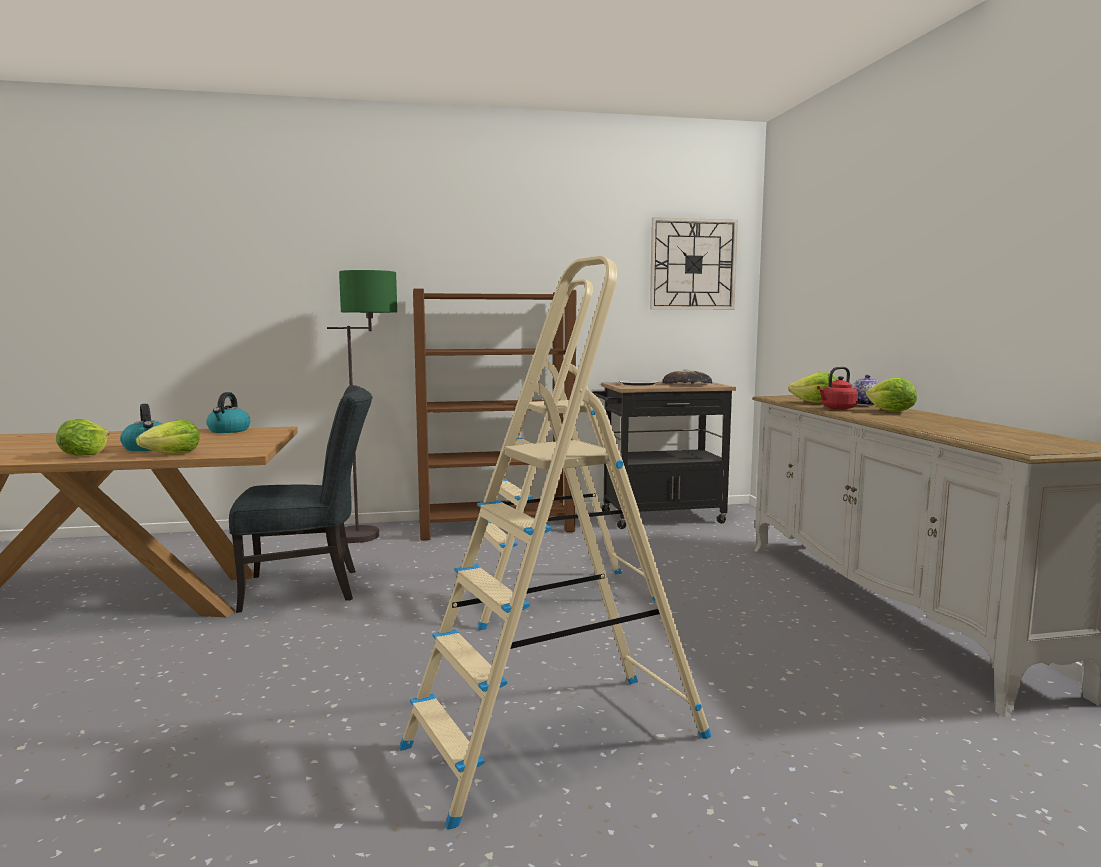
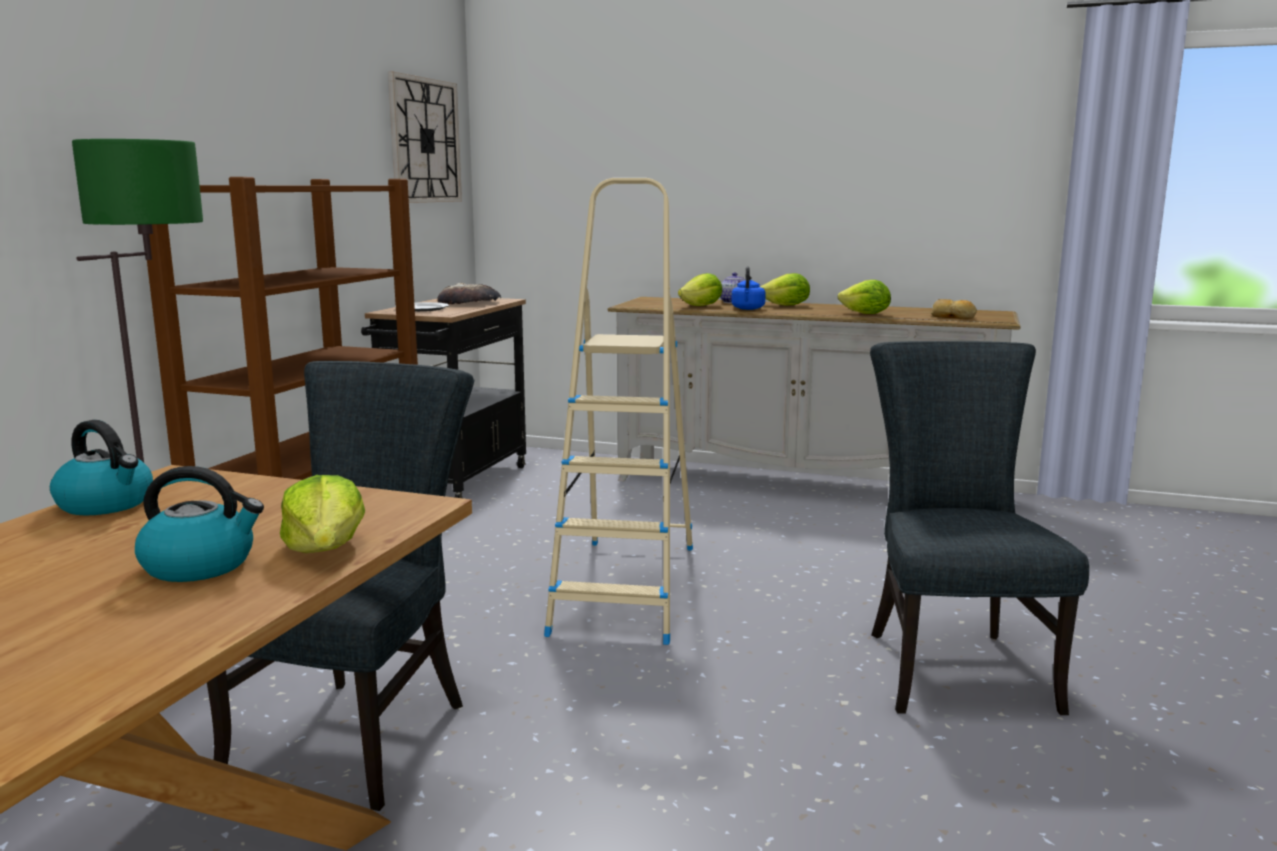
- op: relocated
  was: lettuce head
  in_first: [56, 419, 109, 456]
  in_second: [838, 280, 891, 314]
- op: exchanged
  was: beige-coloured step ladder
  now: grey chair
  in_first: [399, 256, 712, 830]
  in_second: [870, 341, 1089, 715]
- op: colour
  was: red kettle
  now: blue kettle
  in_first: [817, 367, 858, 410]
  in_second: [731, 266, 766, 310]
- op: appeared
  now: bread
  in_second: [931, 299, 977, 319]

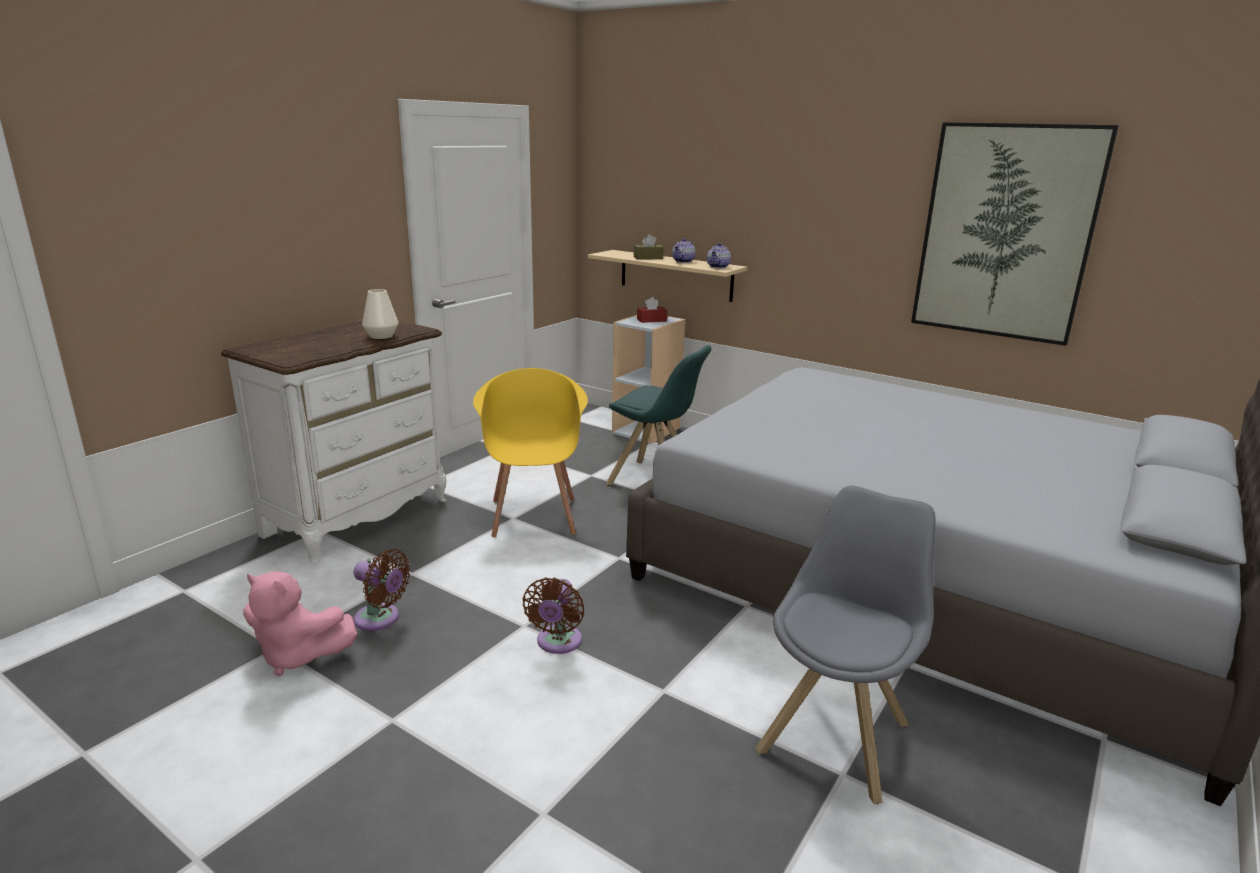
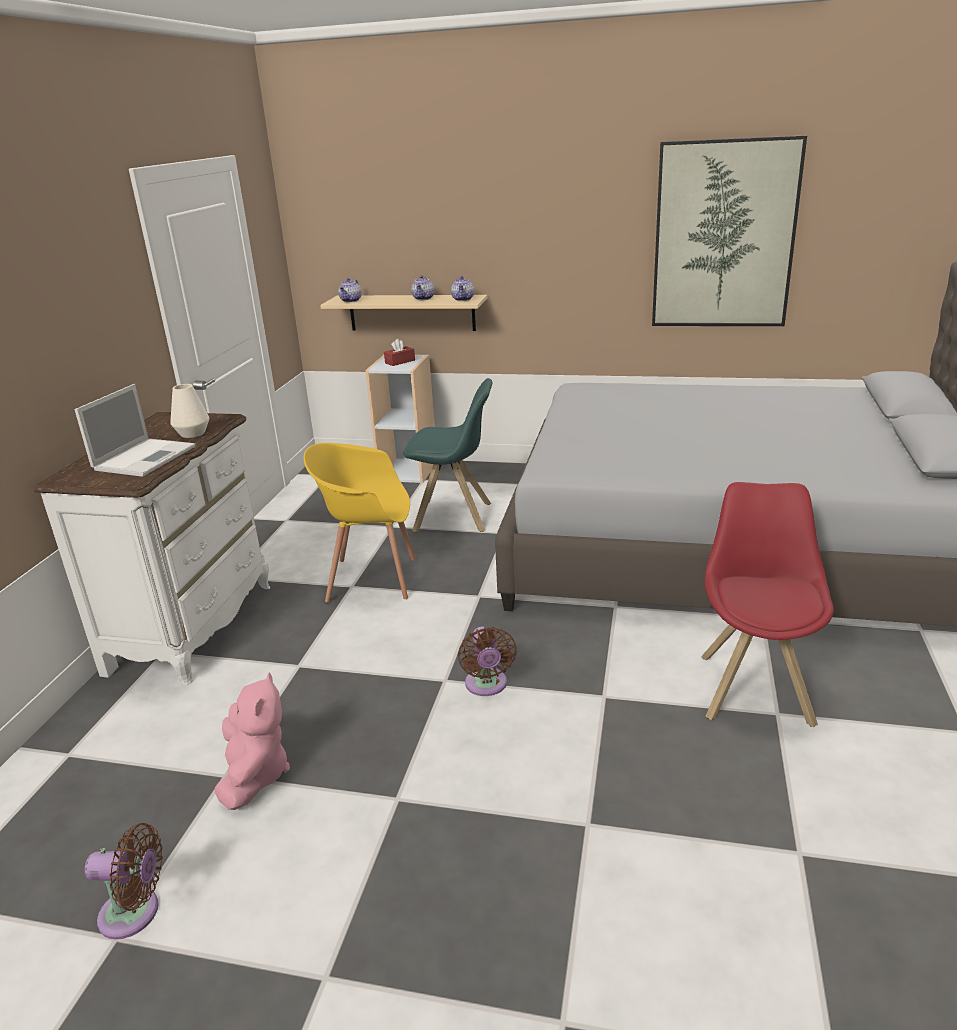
- op: spun
  was: pinkish cuddly toy
  in_first: [243, 571, 357, 676]
  in_second: [215, 672, 290, 810]
  clockwise: -90
- op: relocated
  was: brownish fan
  in_first: [353, 549, 411, 631]
  in_second: [85, 823, 163, 939]
- op: spun
  was: yellow chair
  in_first: [473, 368, 588, 538]
  in_second: [304, 443, 416, 603]
  clockwise: -60
- op: missing
  was: brownish box of tissues
  in_first: [634, 234, 664, 259]
- op: colour
  was: grey chair
  now: red chair
  in_first: [756, 485, 936, 804]
  in_second: [701, 482, 834, 727]
- op: appeared
  now: portable computer
  in_second: [75, 384, 195, 477]
- op: appeared
  now: pot for tea
  in_second: [338, 278, 362, 303]

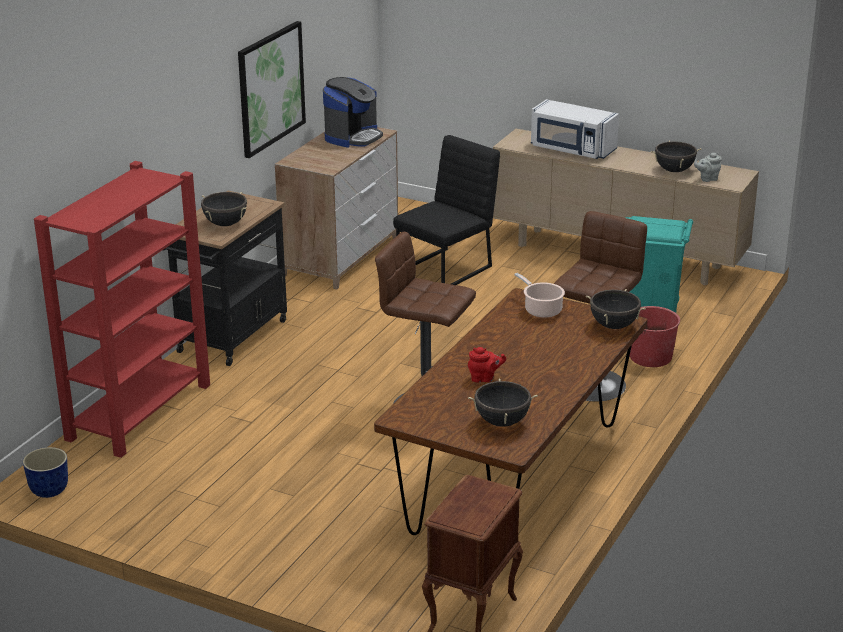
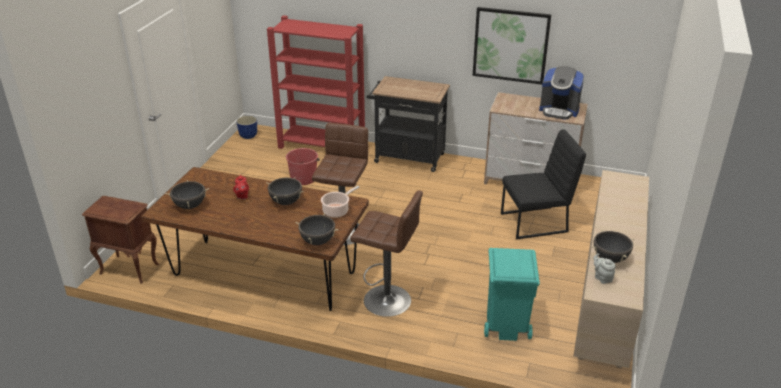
- op: relocated
  was: blackish stockpot
  in_first: [201, 192, 247, 226]
  in_second: [267, 177, 304, 205]
- op: spun
  was: blackish chair
  in_first: [393, 135, 500, 285]
  in_second: [501, 130, 586, 239]
  clockwise: -45
- op: missing
  was: white kitchen microwave
  in_first: [531, 99, 619, 159]
- op: relocated
  was: red pail
  in_first: [630, 306, 680, 367]
  in_second: [286, 148, 320, 185]

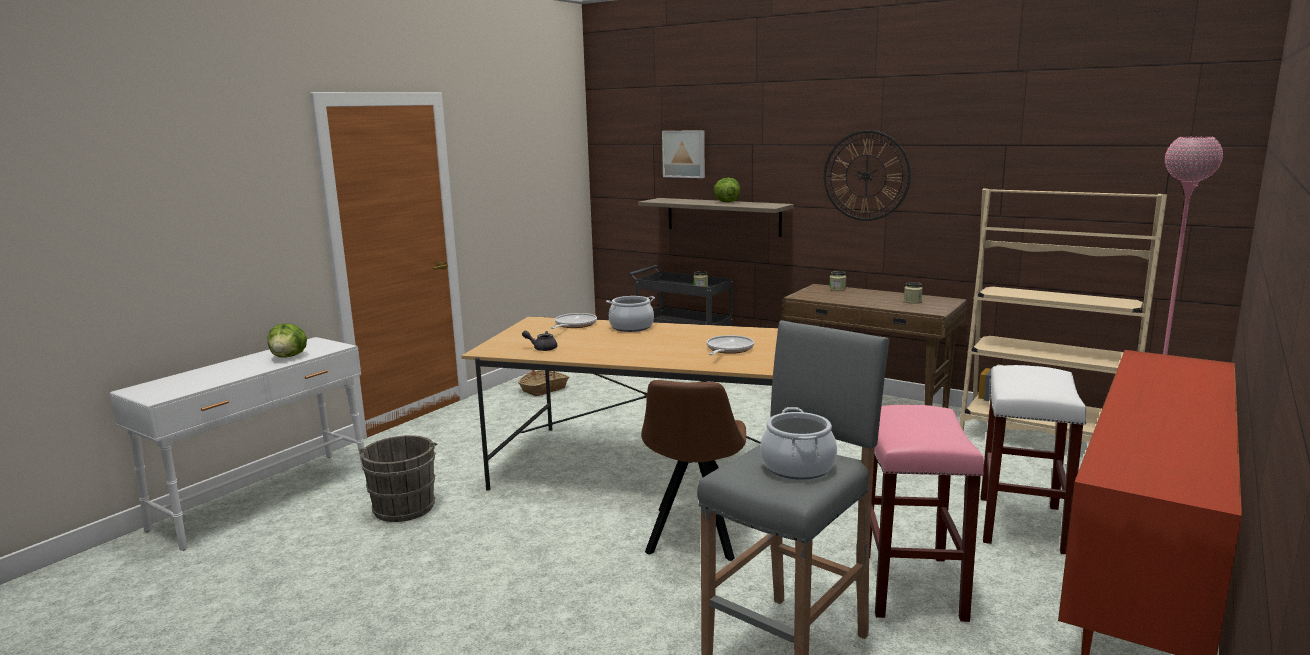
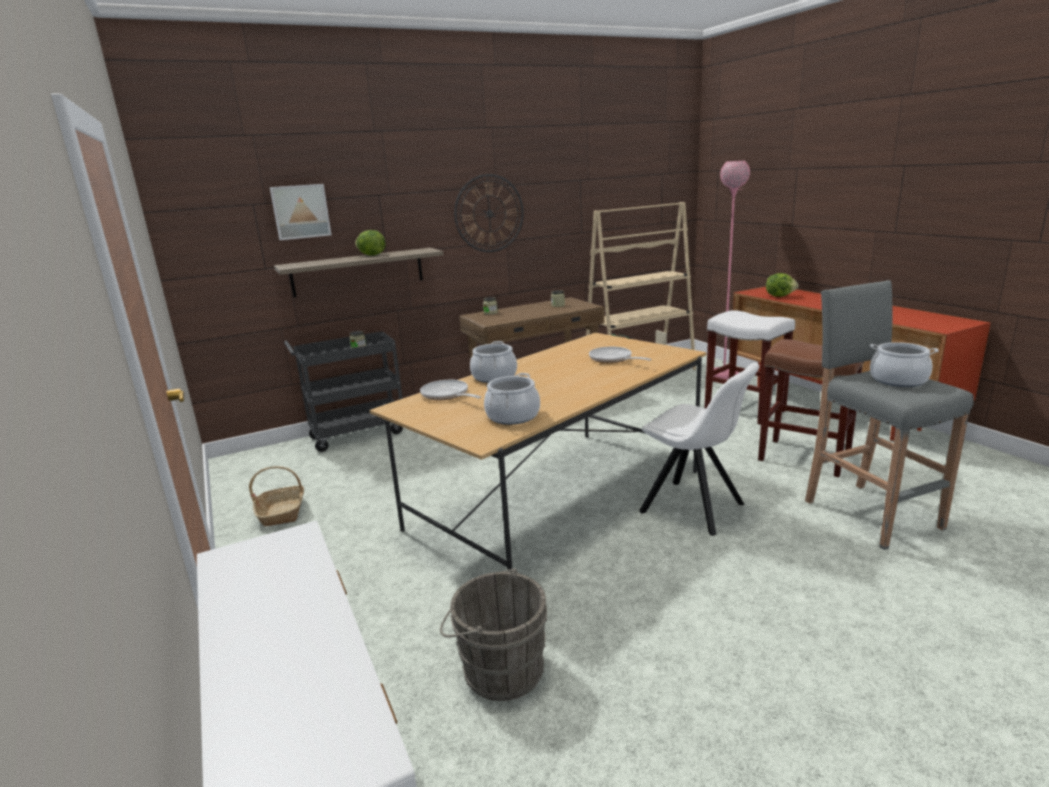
- op: relocated
  was: lettuce head
  in_first: [268, 323, 307, 358]
  in_second: [766, 273, 798, 297]
- op: exchanged
  was: grey pot for tea
  now: stockpot
  in_first: [522, 330, 557, 351]
  in_second: [484, 373, 540, 425]
- op: colour
  was: brownish chair
  now: white chair
  in_first: [641, 380, 746, 561]
  in_second: [639, 362, 760, 536]
- op: colour
  was: pinkish sitting stool
  now: brownish sitting stool
  in_first: [869, 405, 984, 622]
  in_second: [758, 339, 865, 477]

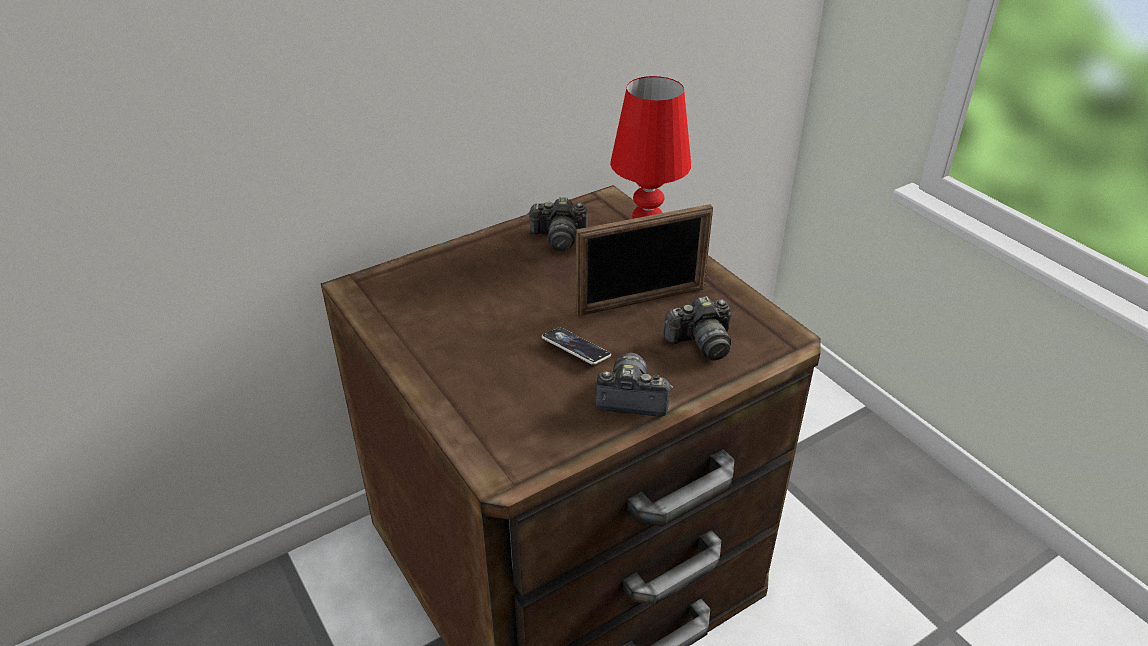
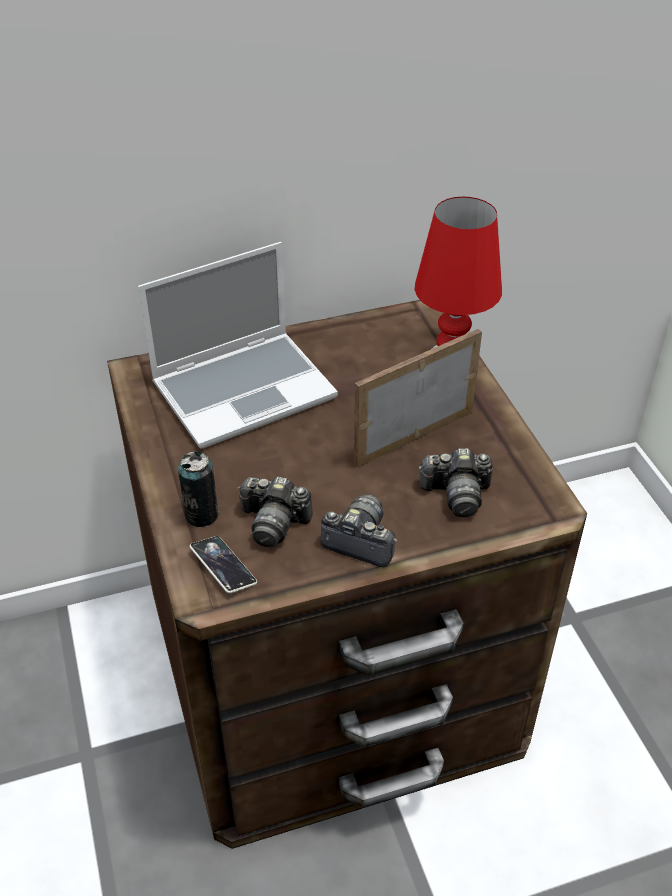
- op: relocated
  was: still camera
  in_first: [527, 197, 587, 251]
  in_second: [238, 477, 313, 548]
- op: relocated
  was: phone
  in_first: [541, 328, 611, 365]
  in_second: [190, 536, 257, 593]
- op: spun
  was: photo frame
  in_first: [576, 204, 713, 316]
  in_second: [354, 329, 482, 468]
  clockwise: 150
- op: appeared
  now: portable computer
  in_second: [138, 242, 338, 449]
- op: appeared
  now: can
  in_second: [178, 451, 219, 527]

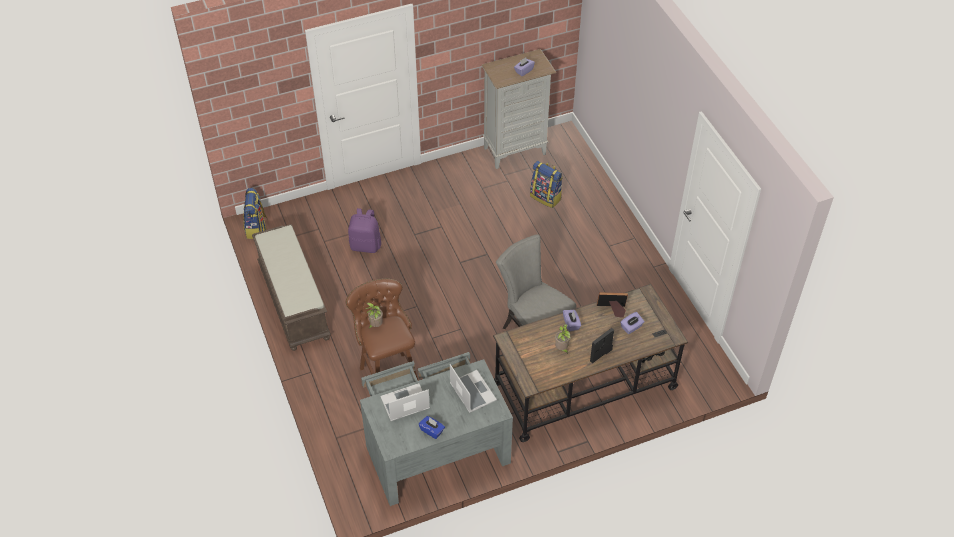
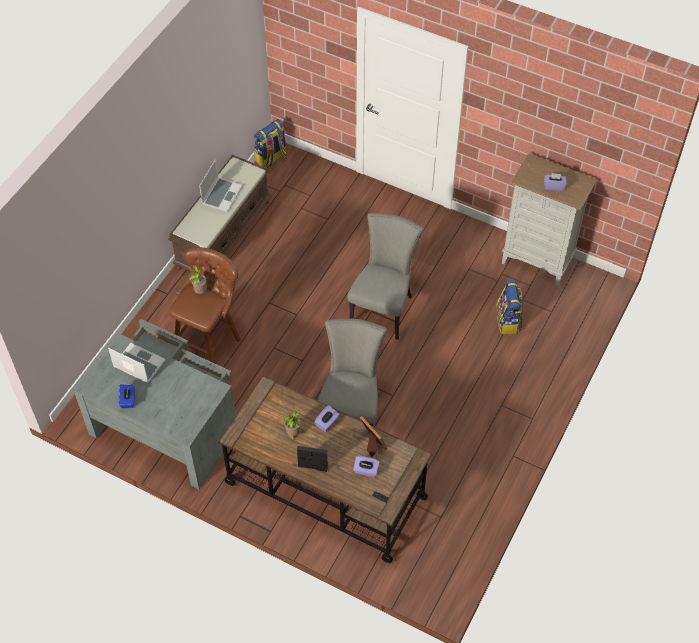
- op: missing
  was: purple-coloured rucksack
  in_first: [348, 208, 381, 253]
- op: relocated
  was: portable computer
  in_first: [450, 364, 497, 413]
  in_second: [199, 159, 242, 212]
- op: appeared
  now: grey chair
  in_second: [347, 213, 424, 340]

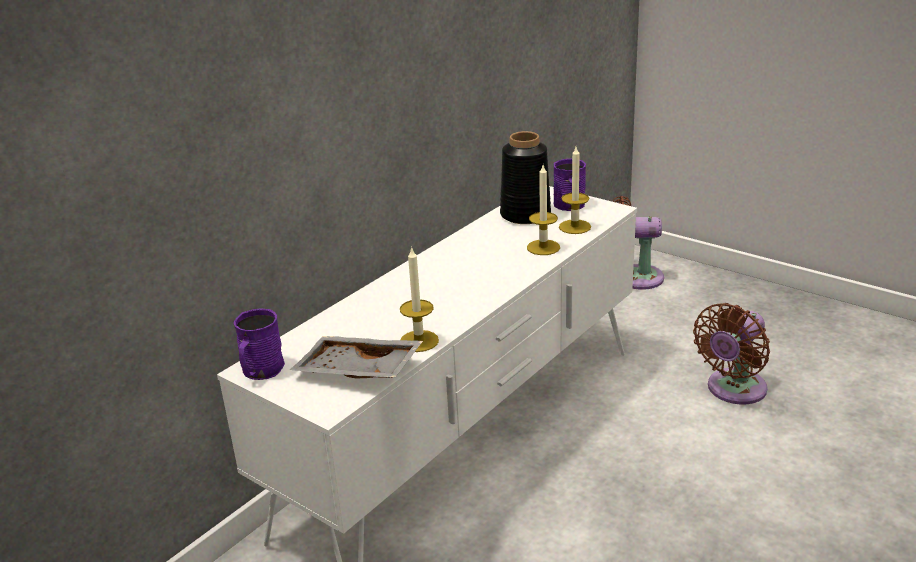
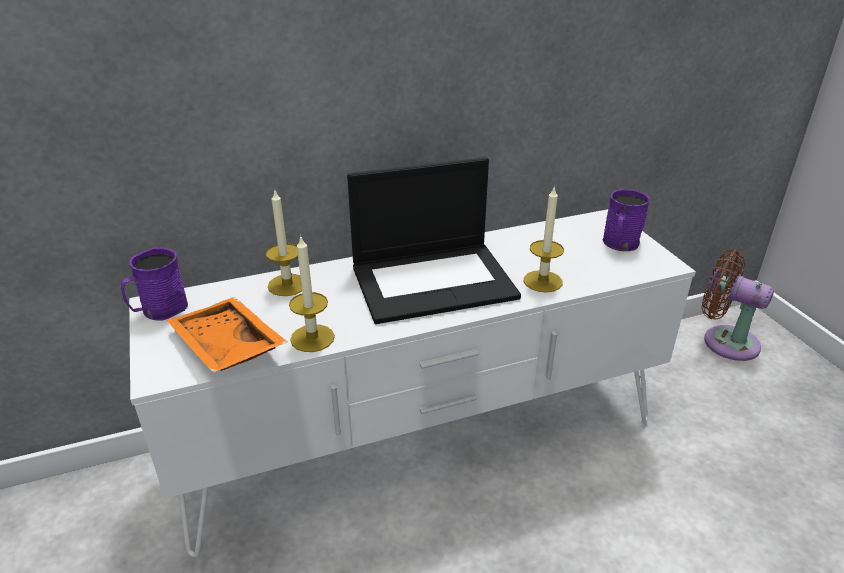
- op: colour
  was: grey tray
  now: orange tray
  in_first: [290, 336, 423, 378]
  in_second: [167, 297, 287, 373]
- op: missing
  was: blackish flower vase
  in_first: [500, 131, 551, 224]
- op: relocated
  was: wax light
  in_first: [559, 147, 591, 234]
  in_second: [266, 191, 302, 296]
- op: missing
  was: brownish fan
  in_first: [693, 303, 770, 405]
- op: appeared
  now: portable computer
  in_second: [347, 157, 521, 324]

